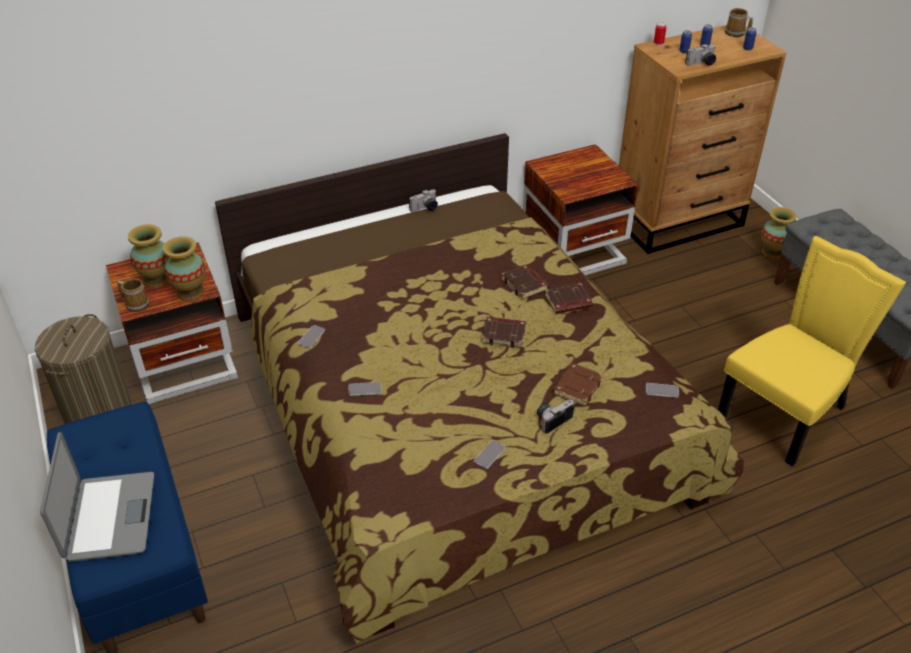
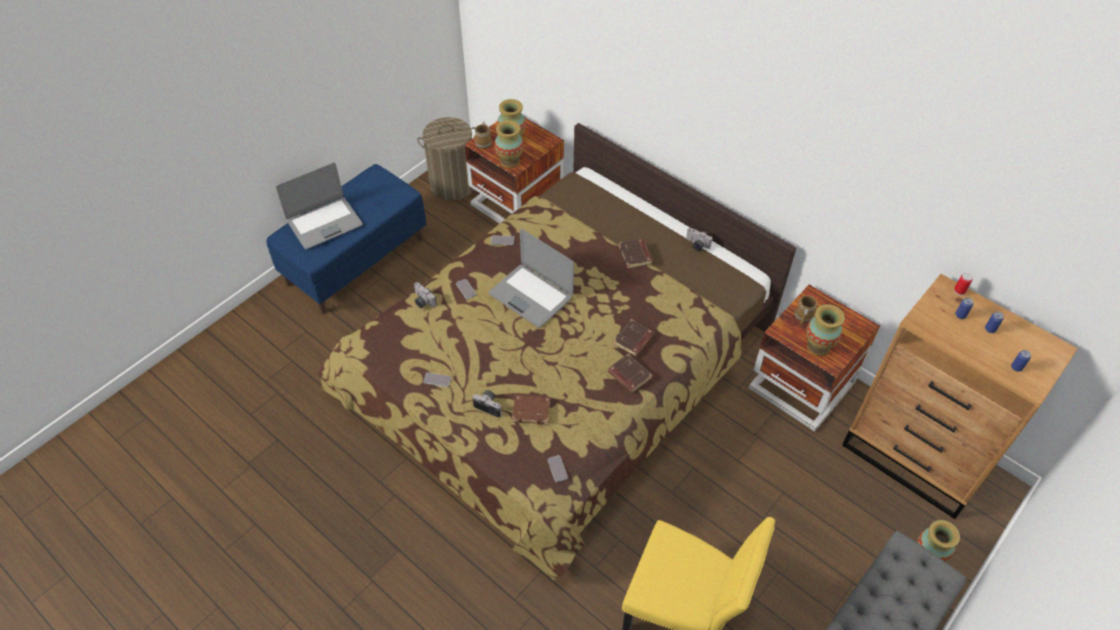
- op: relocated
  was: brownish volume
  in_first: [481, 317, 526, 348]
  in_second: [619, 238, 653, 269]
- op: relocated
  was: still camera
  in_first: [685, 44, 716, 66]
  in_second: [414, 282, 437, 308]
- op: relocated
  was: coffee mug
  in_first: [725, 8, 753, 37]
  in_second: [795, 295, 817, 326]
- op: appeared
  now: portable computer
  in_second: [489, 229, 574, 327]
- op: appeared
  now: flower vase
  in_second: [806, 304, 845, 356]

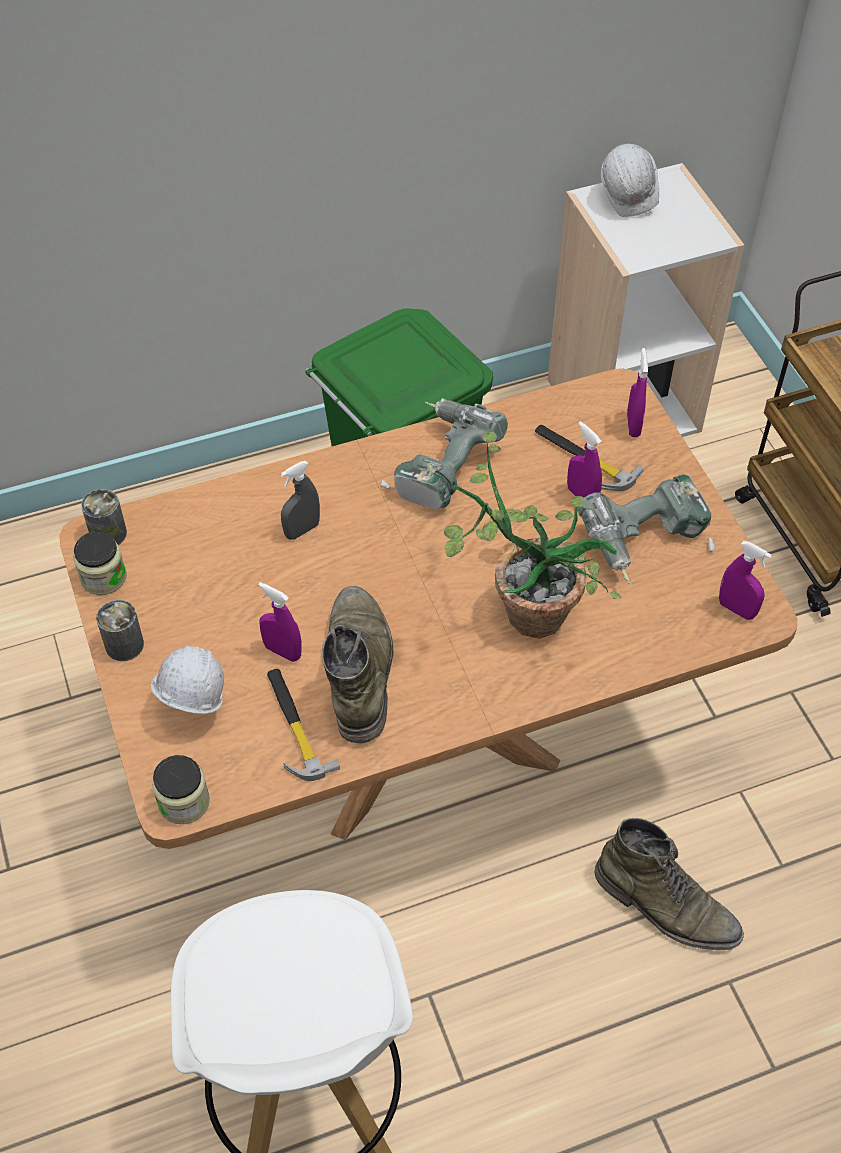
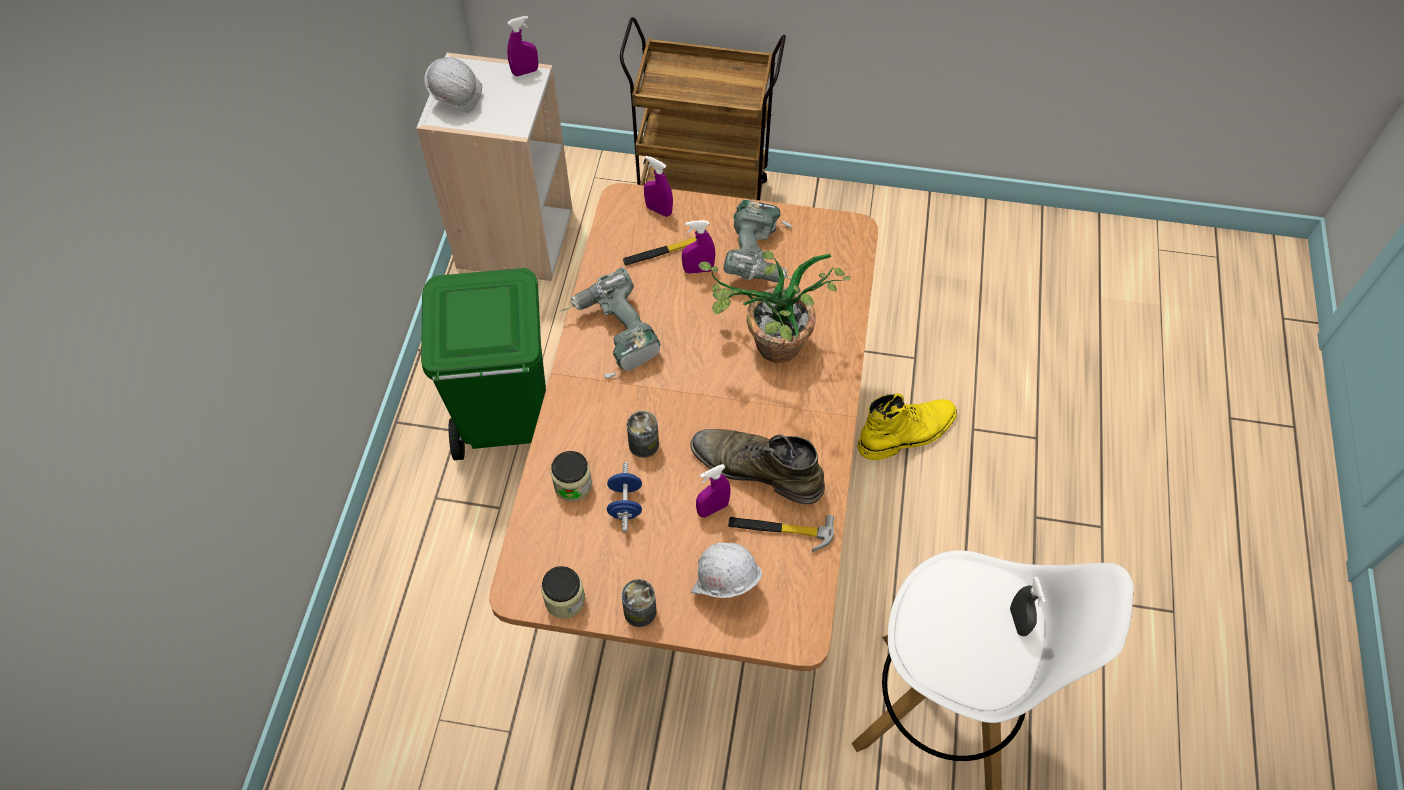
- op: relocated
  was: can
  in_first: [81, 489, 127, 545]
  in_second: [627, 411, 659, 458]
- op: relocated
  was: storage jar
  in_first: [152, 755, 210, 824]
  in_second: [551, 451, 592, 502]
- op: relocated
  was: grey spray bottle
  in_first: [281, 461, 320, 540]
  in_second: [1010, 577, 1046, 636]
- op: colour
  was: green-coloured boot
  now: yellow boot
  in_first: [595, 818, 744, 950]
  in_second: [857, 393, 957, 460]
- op: relocated
  was: purple-coloured spray bottle
  in_first: [719, 541, 772, 620]
  in_second: [507, 16, 538, 76]
- op: appeared
  now: blue hand weight
  in_second: [607, 462, 642, 532]

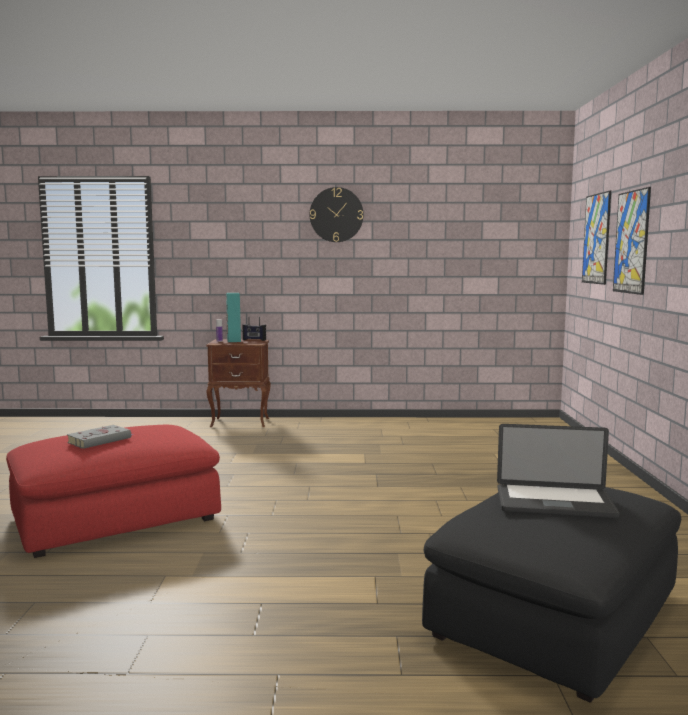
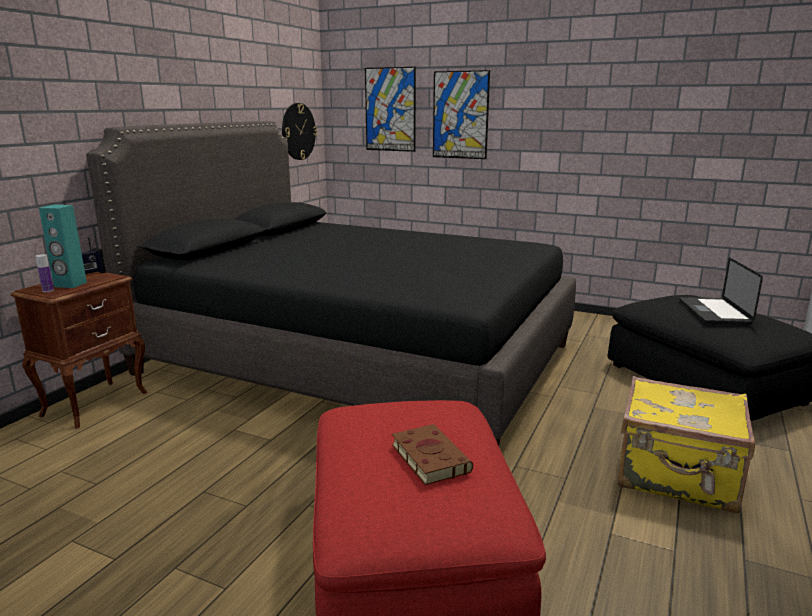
- op: colour
  was: grey volume
  now: brownish volume
  in_first: [67, 425, 134, 449]
  in_second: [392, 424, 473, 485]
- op: relocated
  was: hanging clock
  in_first: [310, 187, 364, 242]
  in_second: [282, 103, 317, 160]
- op: spun
  was: portable computer
  in_first: [497, 424, 620, 518]
  in_second: [679, 257, 763, 325]
  clockwise: 150
- op: appeared
  now: blackish sleeping bed
  in_second: [86, 121, 576, 446]
- op: appeared
  now: yellow suitcase
  in_second: [617, 376, 755, 513]

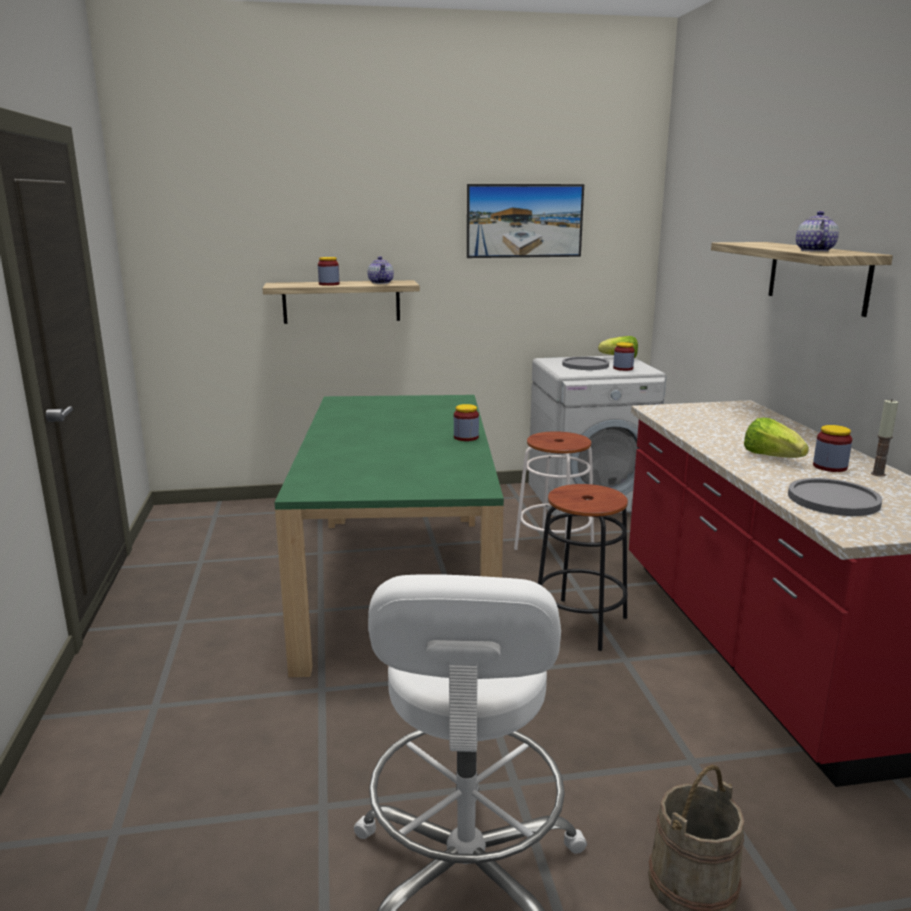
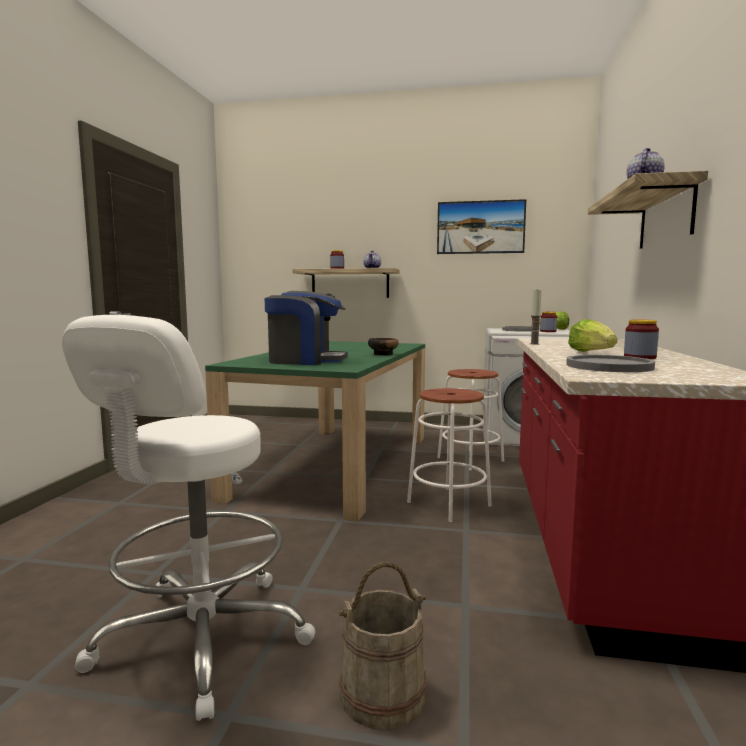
- op: exchanged
  was: storage jar
  now: deep dish
  in_first: [454, 404, 479, 441]
  in_second: [368, 338, 399, 356]
- op: colour
  was: blackish sitting stool
  now: white sitting stool
  in_first: [538, 484, 628, 651]
  in_second: [407, 388, 492, 522]
- op: relocated
  was: wax light
  in_first: [871, 400, 899, 477]
  in_second: [530, 291, 542, 345]
- op: appeared
  now: coffee maker
  in_second: [264, 291, 348, 365]

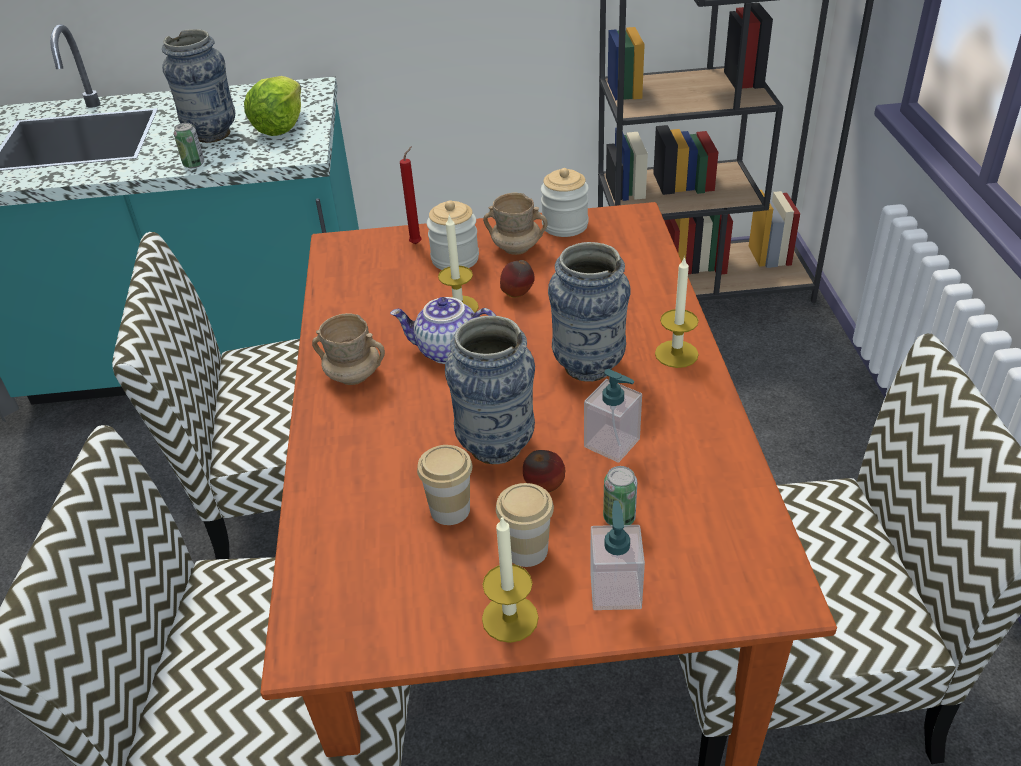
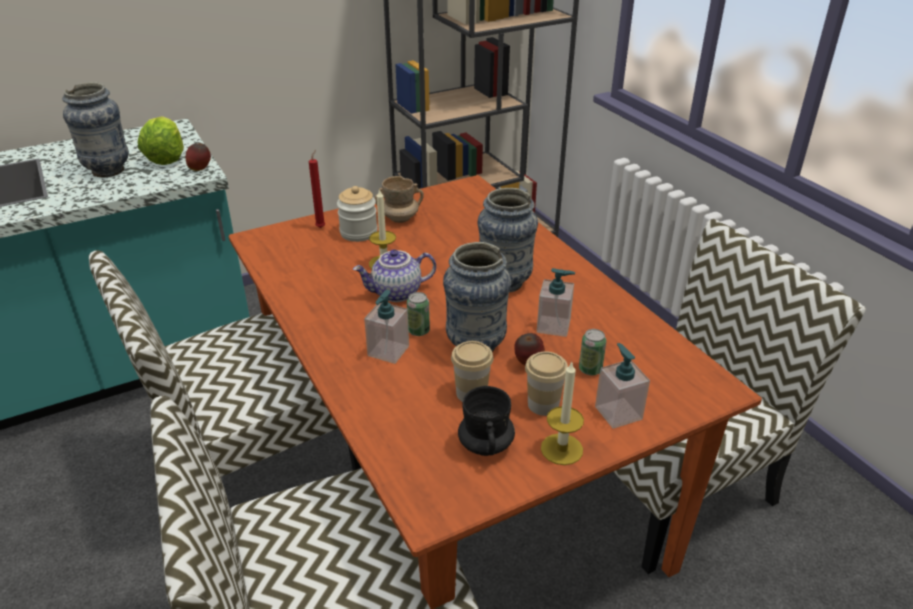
- op: relocated
  was: can
  in_first: [174, 123, 204, 168]
  in_second: [407, 292, 430, 336]
- op: missing
  was: beige-coloured coffee mug
  in_first: [312, 313, 385, 385]
- op: relocated
  was: apple fruit
  in_first: [500, 260, 535, 297]
  in_second: [185, 143, 211, 171]
- op: missing
  was: storage jar
  in_first: [541, 168, 589, 237]
- op: missing
  was: wax light
  in_first: [655, 256, 699, 368]
- op: appeared
  now: soap dispenser
  in_second: [364, 290, 409, 364]
- op: appeared
  now: blackish coffee mug
  in_second: [458, 386, 515, 456]

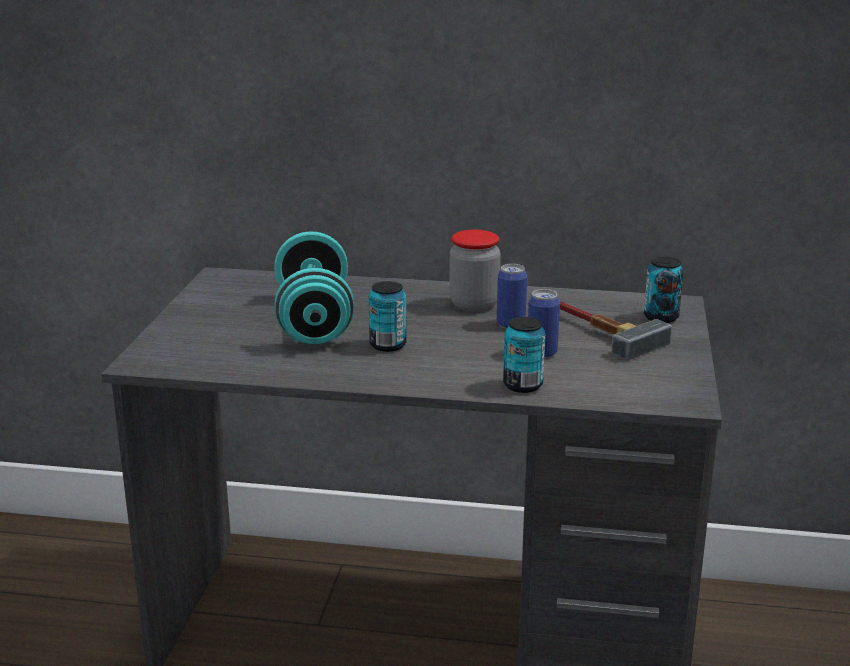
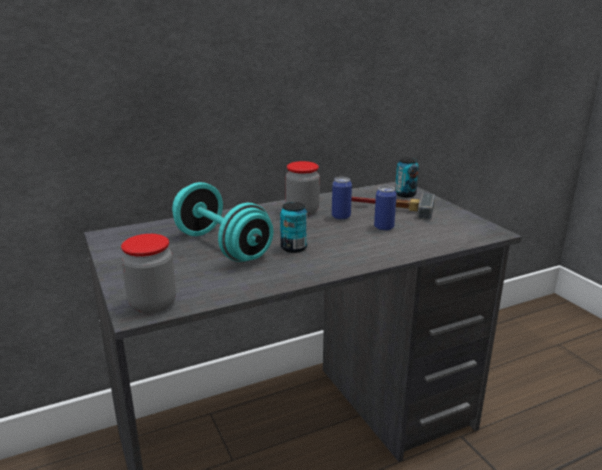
- op: missing
  was: can
  in_first: [503, 317, 545, 393]
- op: appeared
  now: storage jar
  in_second: [121, 234, 176, 313]

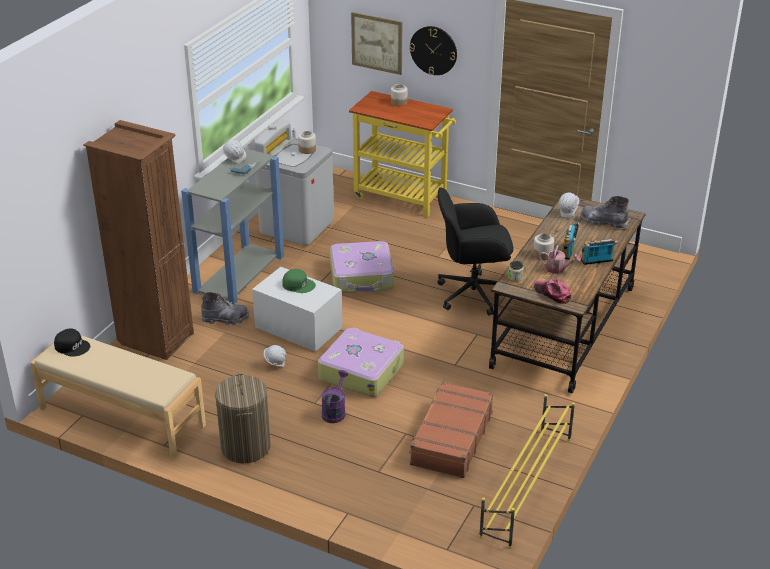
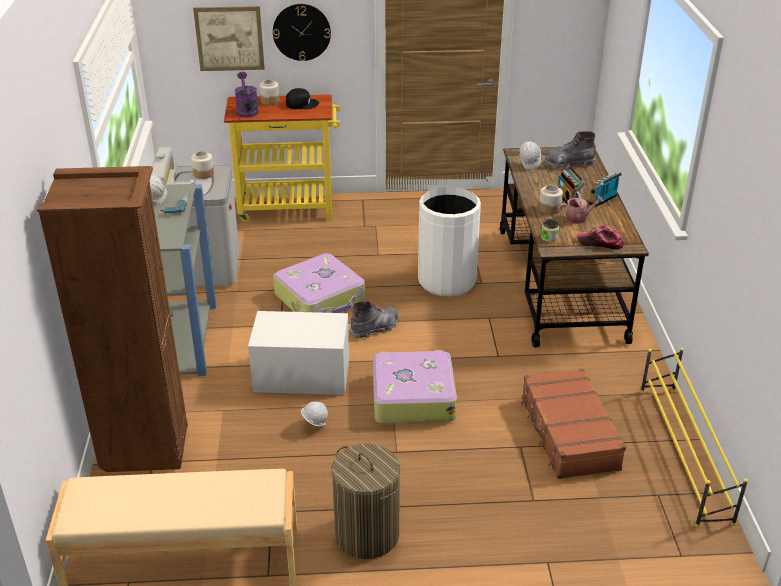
- op: relocated
  was: blackish cap
  in_first: [54, 329, 90, 357]
  in_second: [286, 88, 319, 109]
- op: relocated
  was: grey boot
  in_first: [201, 292, 249, 325]
  in_second: [350, 301, 399, 339]
- op: missing
  was: green-coloured cap
  in_first: [283, 269, 316, 293]
- op: relocated
  was: purple-coloured watering pot
  in_first: [322, 370, 348, 423]
  in_second: [235, 72, 259, 118]
- op: exchanged
  was: blackish office chair
  now: white trash can
  in_first: [437, 187, 513, 316]
  in_second: [418, 187, 481, 296]

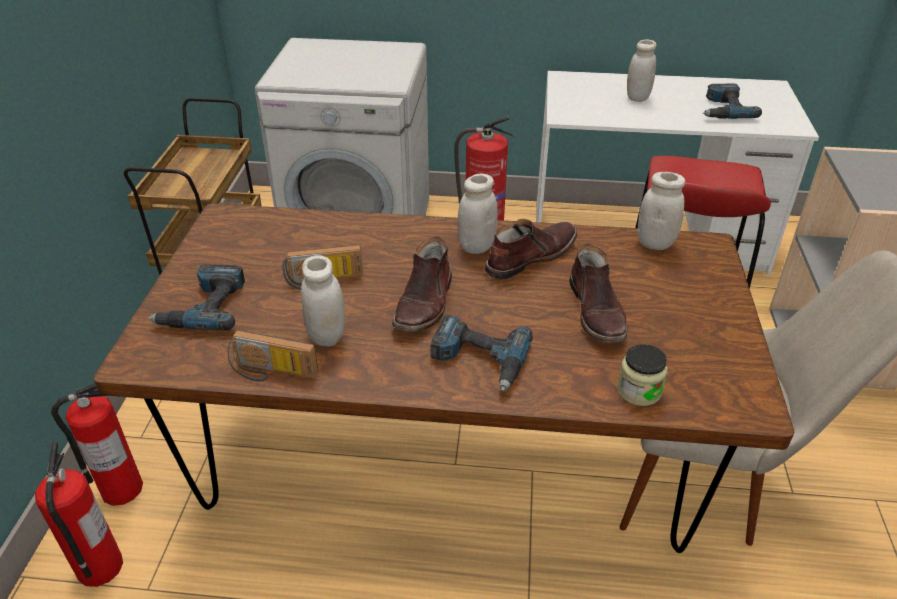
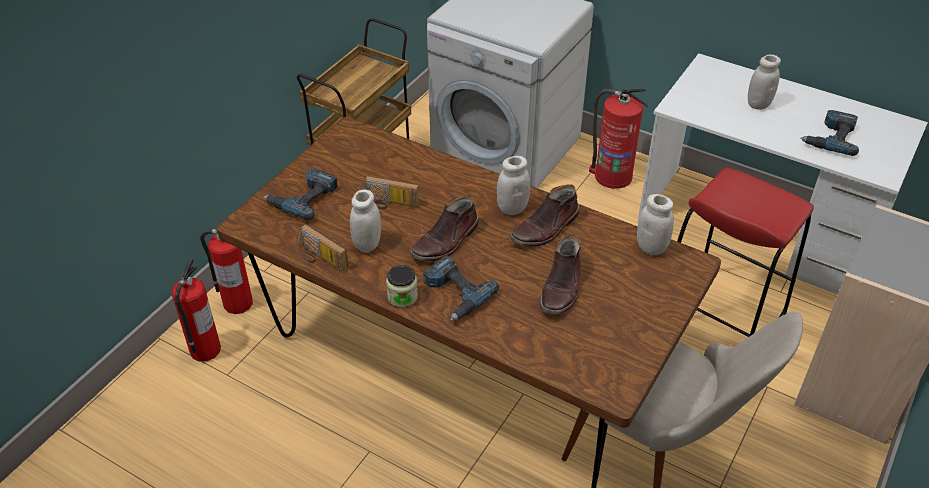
- op: spun
  was: brownish boot
  in_first: [485, 219, 577, 279]
  in_second: [510, 184, 579, 247]
  clockwise: 150
- op: relocated
  was: storage jar
  in_first: [617, 344, 667, 406]
  in_second: [386, 265, 418, 307]

